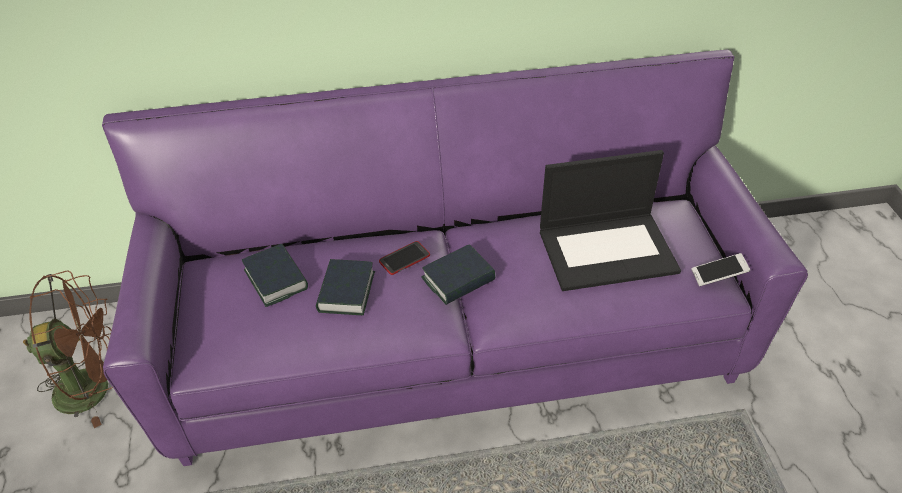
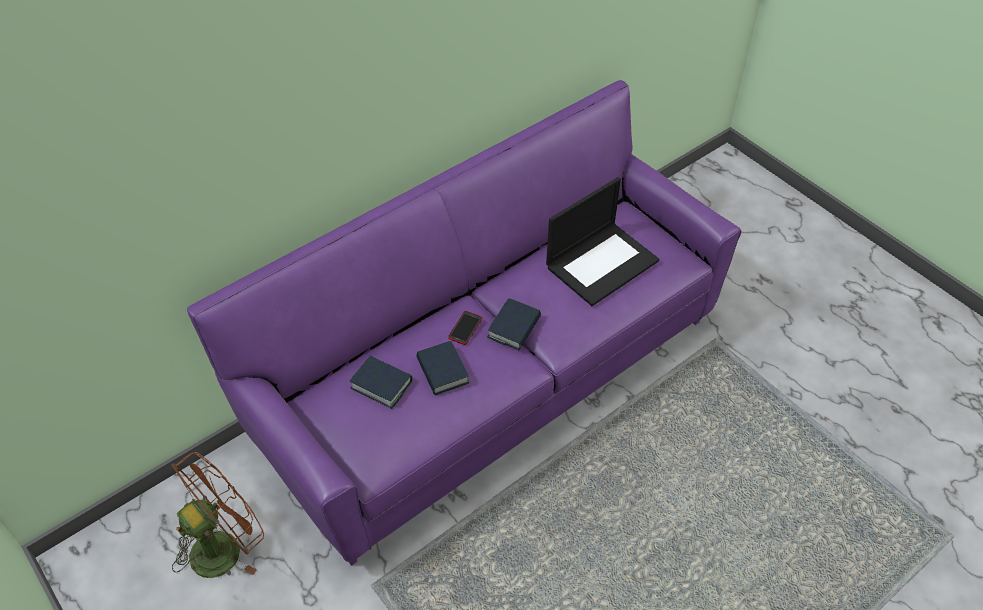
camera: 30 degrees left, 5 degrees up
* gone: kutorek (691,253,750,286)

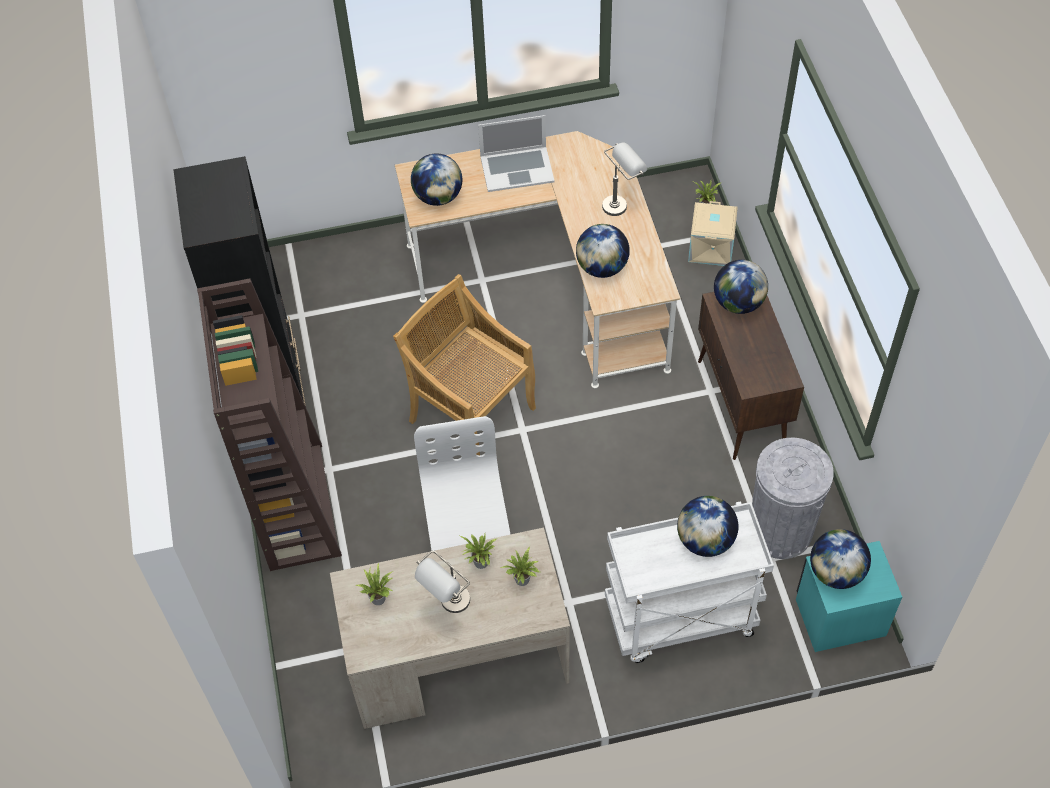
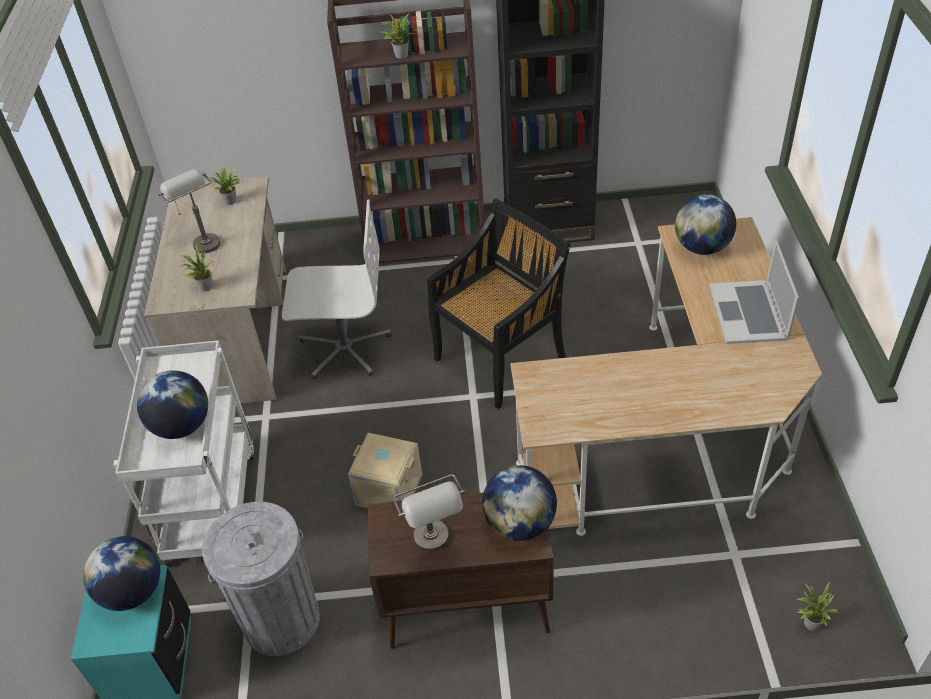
camera: 100 degrees right, 10 degrees down
* shifted: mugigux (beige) (688,201,738,266) to (348,433,422,508)
* shifted: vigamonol (460,534,496,569) to (380,14,413,59)
* shifted: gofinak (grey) (602,142,647,216) to (393,474,465,552)
* repainted: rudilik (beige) (393,274,536,455) to rudilik (black) (427,198,571,409)
* gone: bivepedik (576,224,630,278)

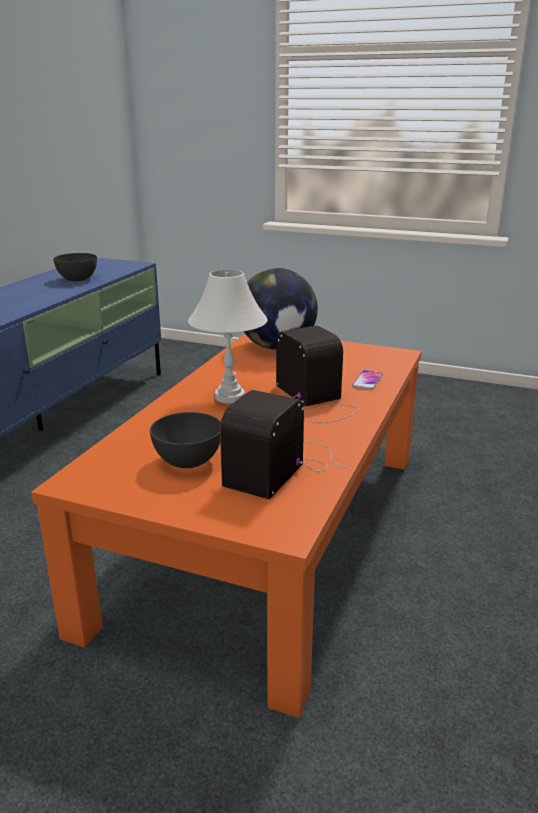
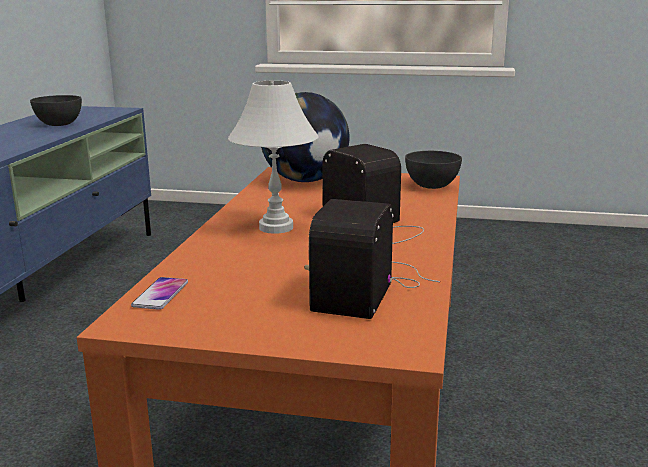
camera: 10 degrees left, 5 degrees down
* shifted: kutorek (352,370,383,390) to (131,277,188,310)
* shifted: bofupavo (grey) (150,412,221,468) to (405,151,462,189)

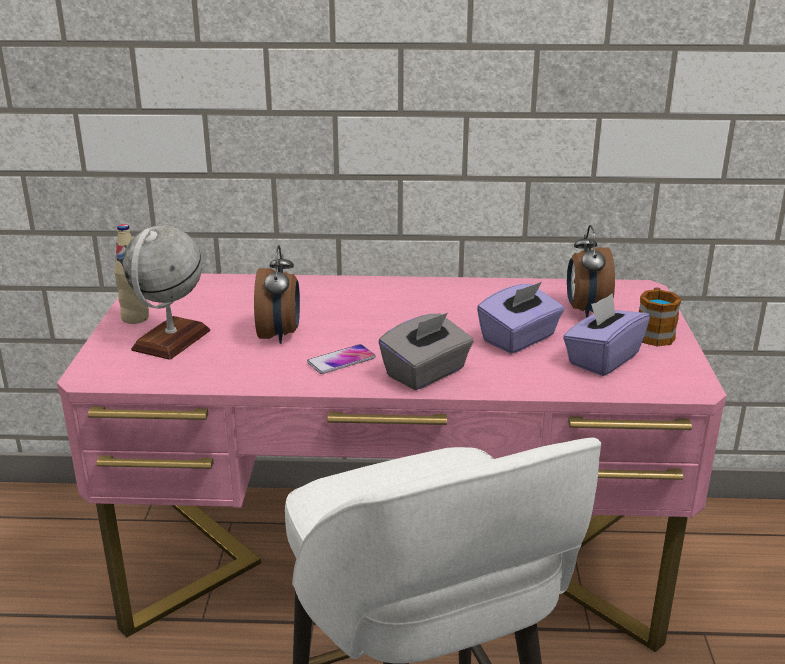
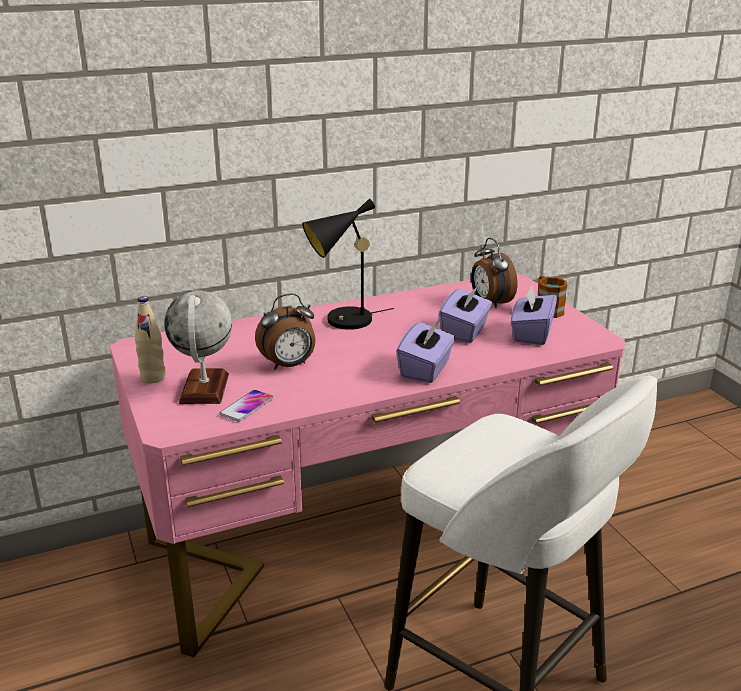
camera: 25 degrees left, 0 degrees up
* shifted: kutorek (307,344,376,374) to (219,390,274,422)
* rotated: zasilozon (254,245,300,344) = (255,294,316,370) 90 degrees clockwise
* new: gofinak (black) (302,199,394,330)
* repainted: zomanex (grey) (378,313,474,390) to zomanex (purple) (396,319,455,383)

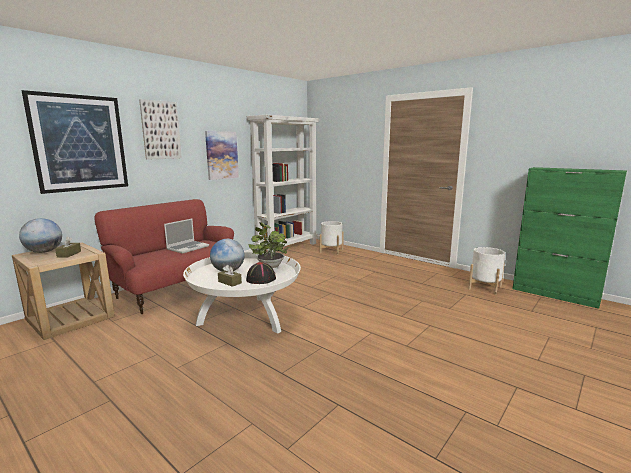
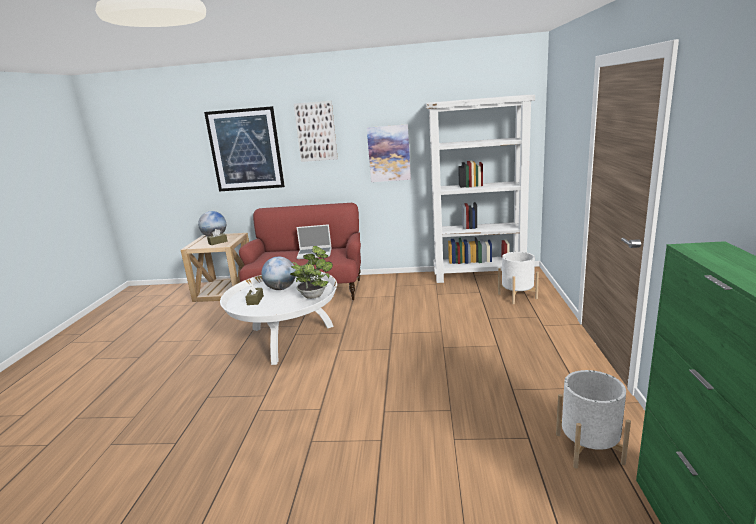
camera: 55 degrees right, 5 degrees up
* gone: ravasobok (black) (246,262,276,284)

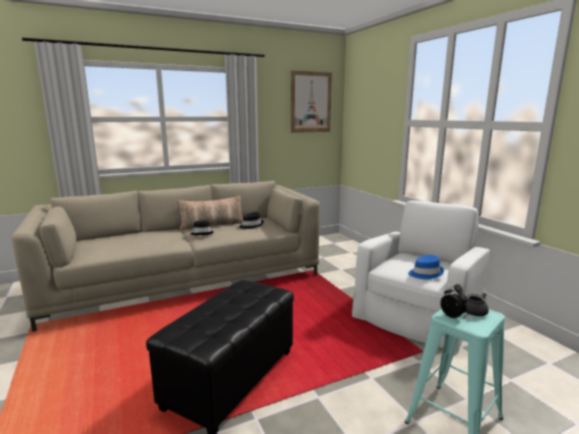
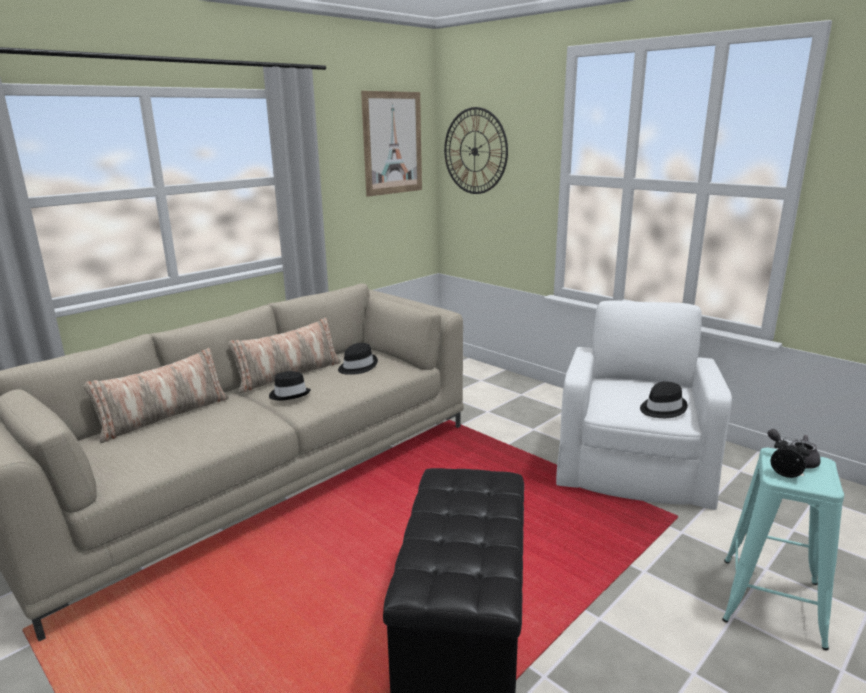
camera: 20 degrees left, 5 degrees up
* new: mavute (84,348,229,443)
* new: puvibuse (444,107,508,194)
* repainted: ravasobok (blue) (408,255,444,279) to ravasobok (black) (640,381,688,418)

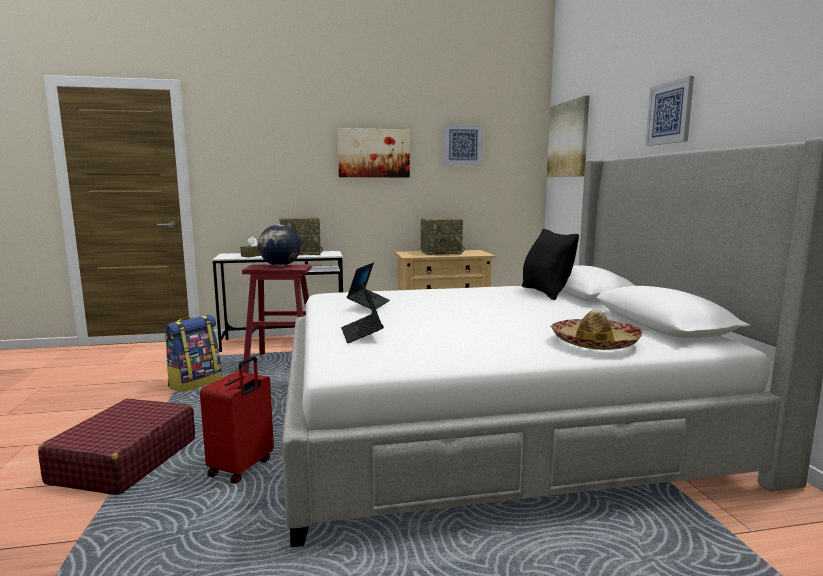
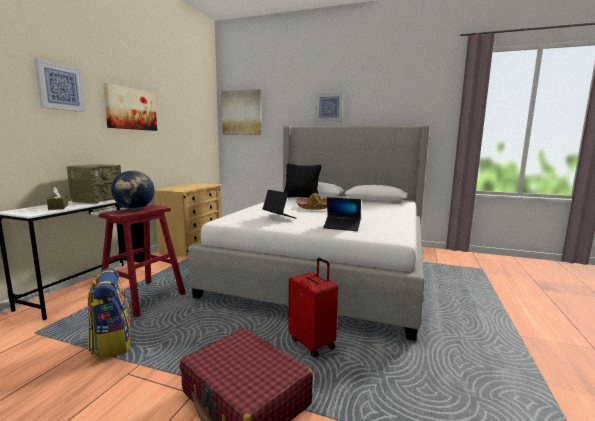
camera: 60 degrees left, 0 degrees up
* shifted: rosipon (443,123,483,165) to (34,59,86,112)
* shifted: ravasobok (550,310,643,350) to (296,193,327,210)
* gone: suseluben (421,218,465,255)

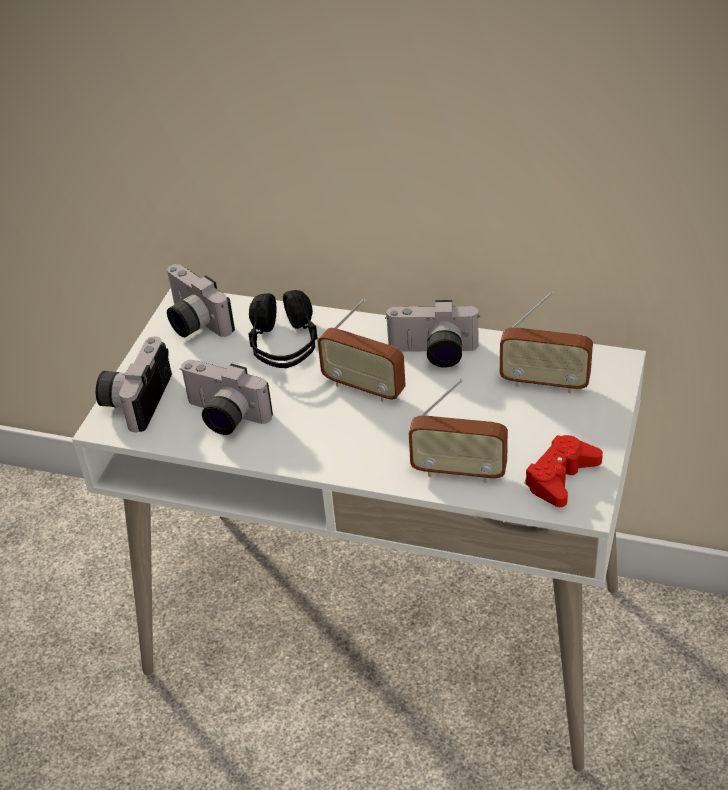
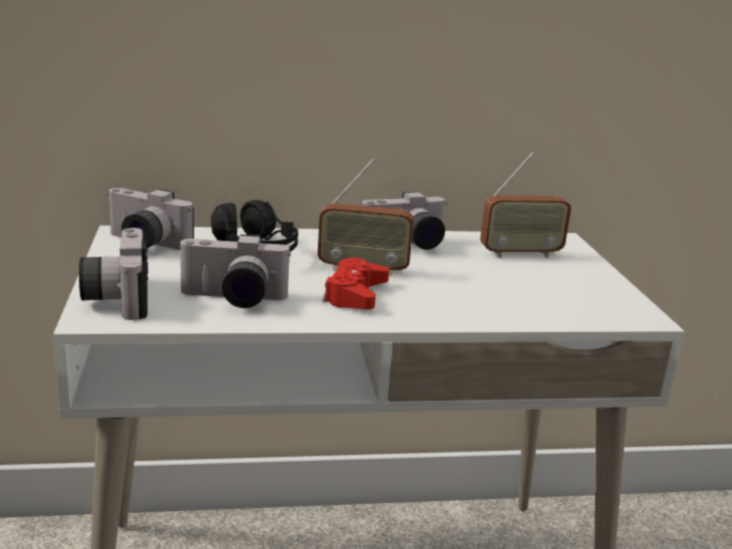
camera: 30 degrees left, 20 degrees down
* shifted: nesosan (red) (525,435,603,507) to (323,258,389,309)
* gone: suseluben (409,379,508,483)

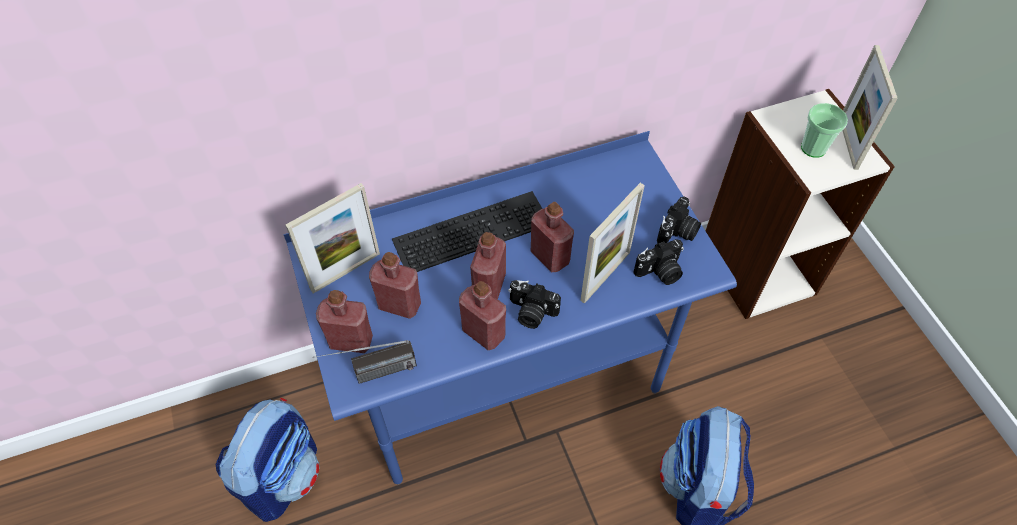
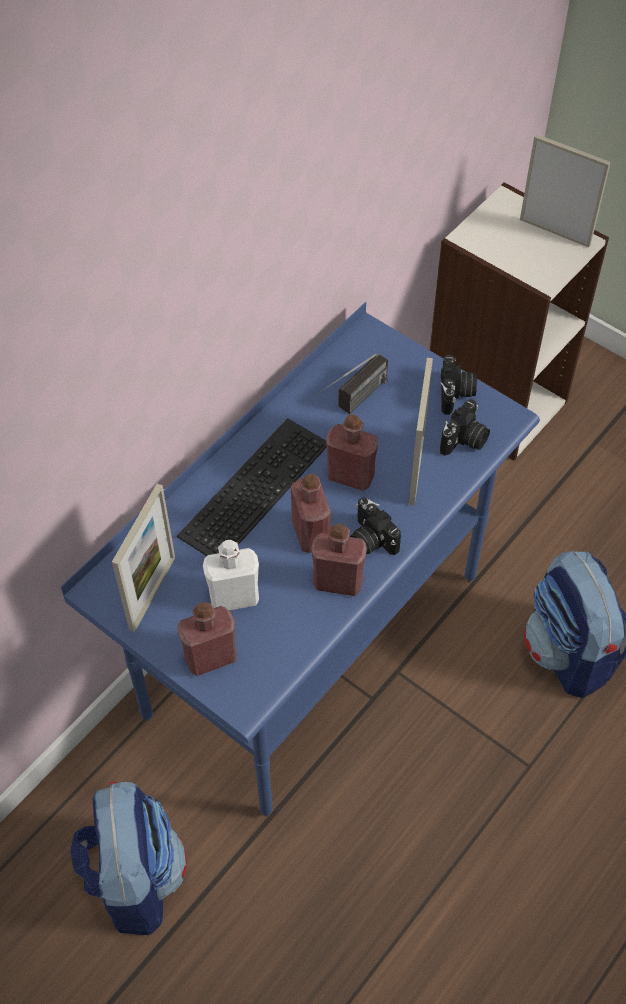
camera: 30 degrees left, 0 degrees up
* repainted: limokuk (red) (369,252,421,319) to limokuk (white) (203,540,259,610)
* shifted: suseluben (313,340,417,384) to (318,353,388,414)
* rotated: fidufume (508,280,561,329) = (350,497,401,555) 60 degrees clockwise
* rotated: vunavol (842,45,898,170) = (520,134,611,247) 150 degrees clockwise
* gone: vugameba (801,103,848,158)

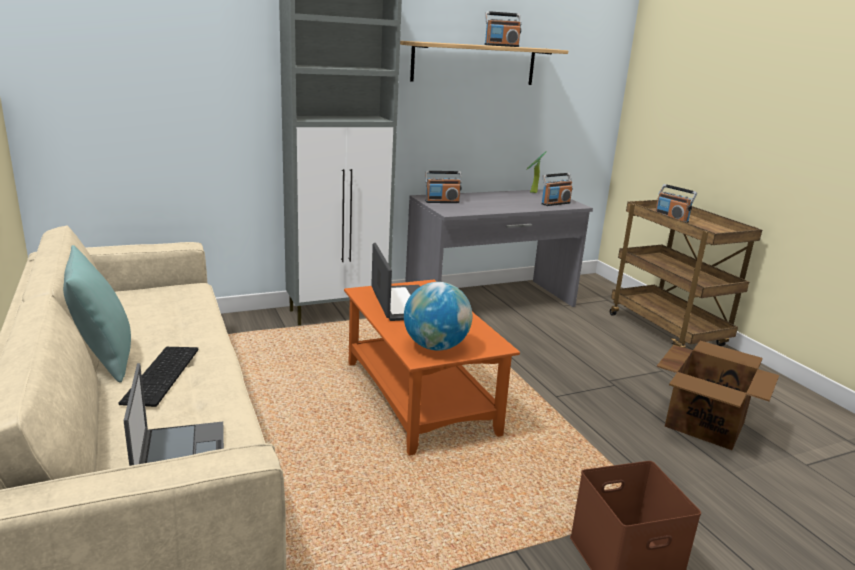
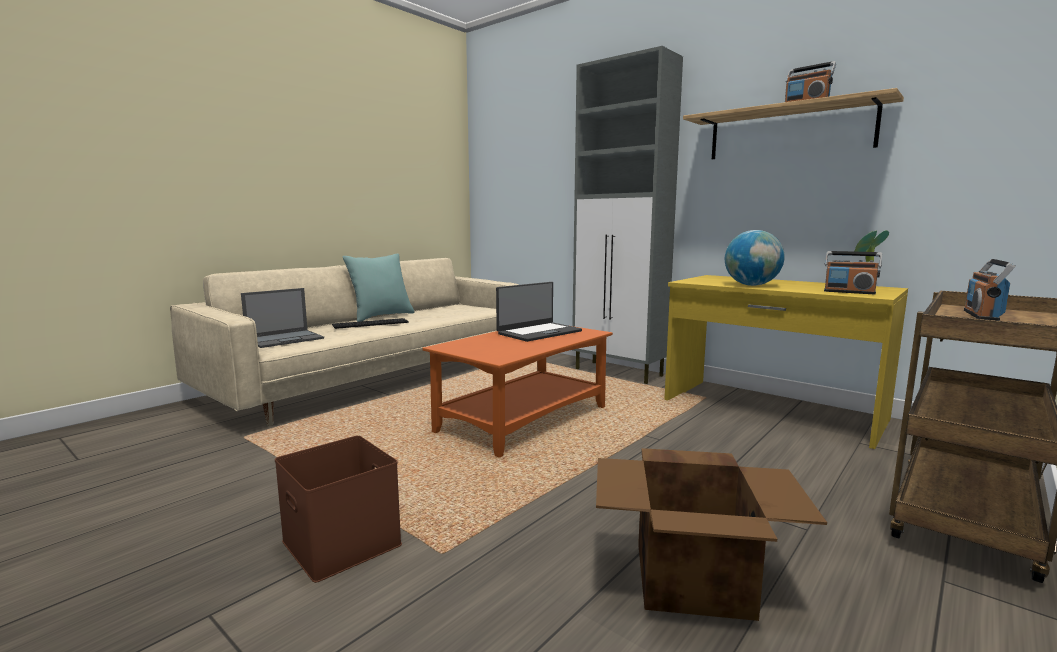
camera: 65 degrees right, 10 degrees down
* repainted: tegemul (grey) (405,189,593,307) to tegemul (yellow) (664,275,908,449)
* shifted: bivepedik (404,282,472,351) to (725,230,785,286)
* gone: suseluben (425,171,462,203)

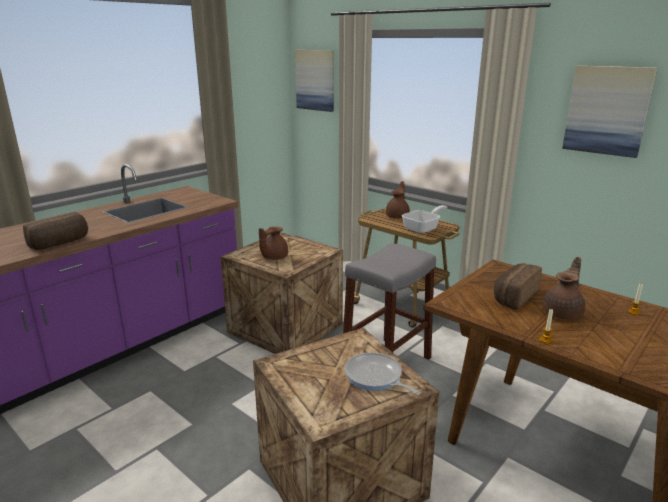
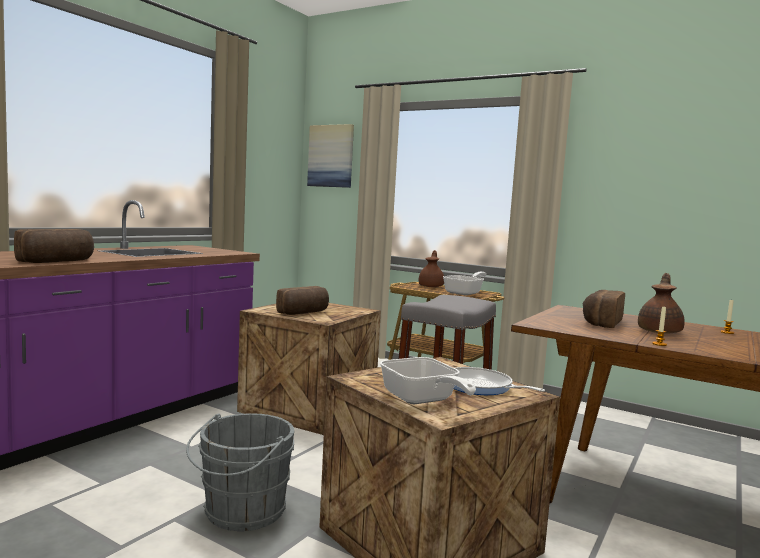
camera: 10 degrees left, 15 degrees down
* new: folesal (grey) (186,413,294,531)
* swapped: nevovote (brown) (259,227,288,260) to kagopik (276,286,329,315)
* new: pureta (380,357,476,404)
* gone: rosipon (562,65,657,158)

